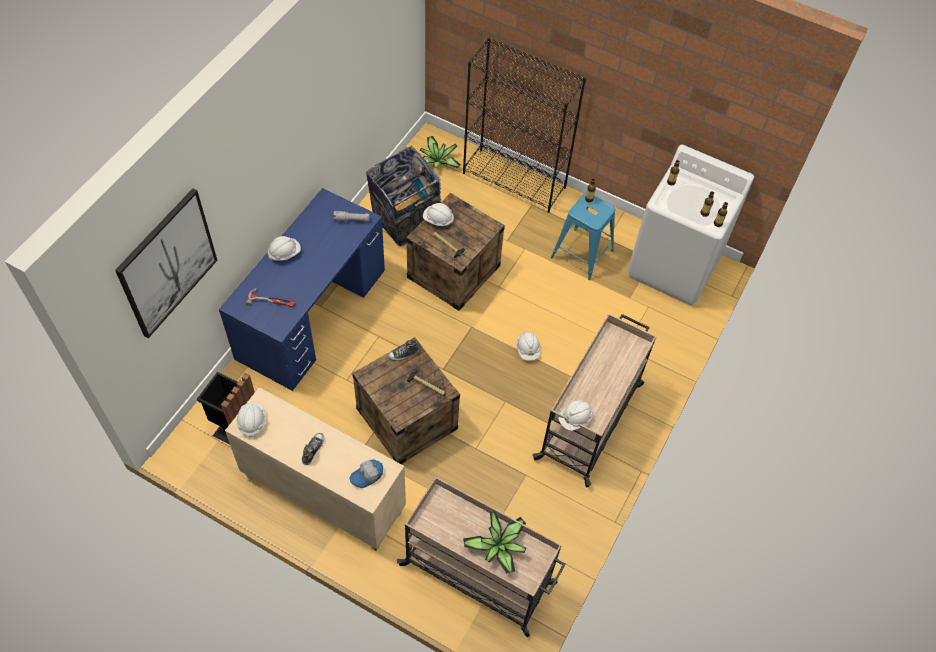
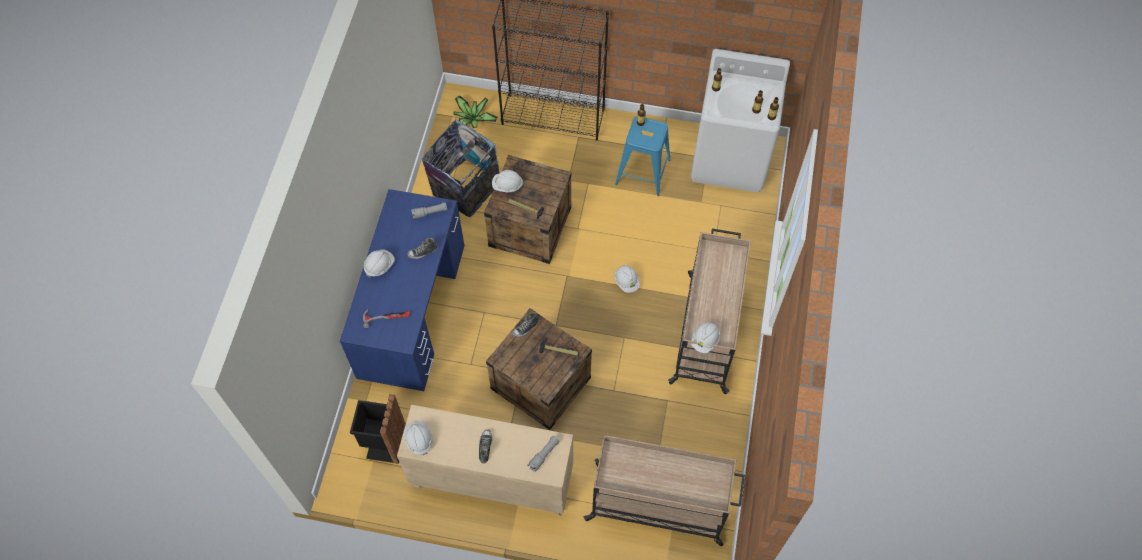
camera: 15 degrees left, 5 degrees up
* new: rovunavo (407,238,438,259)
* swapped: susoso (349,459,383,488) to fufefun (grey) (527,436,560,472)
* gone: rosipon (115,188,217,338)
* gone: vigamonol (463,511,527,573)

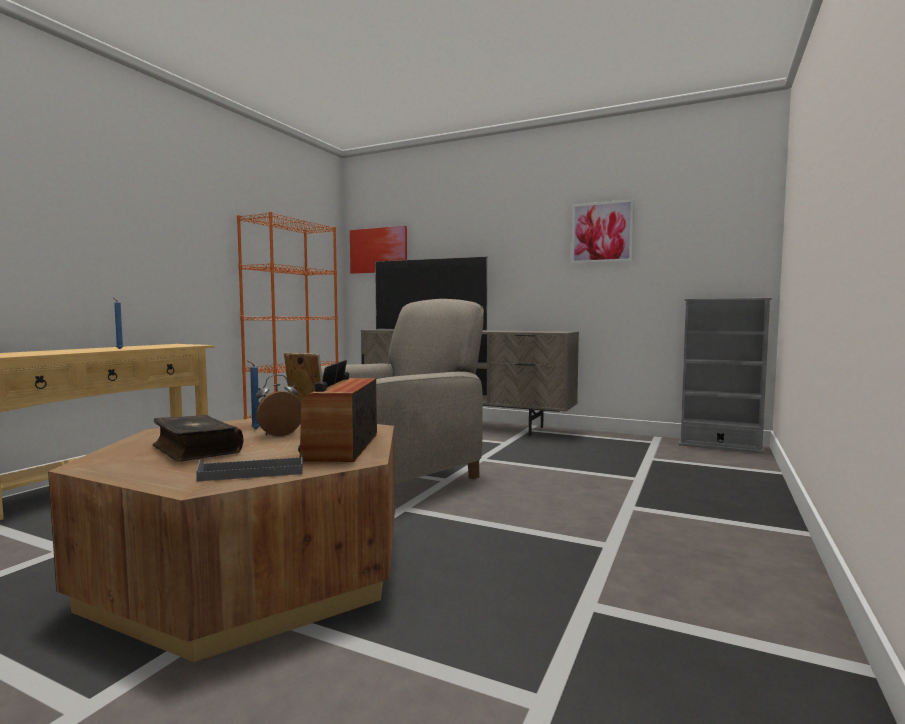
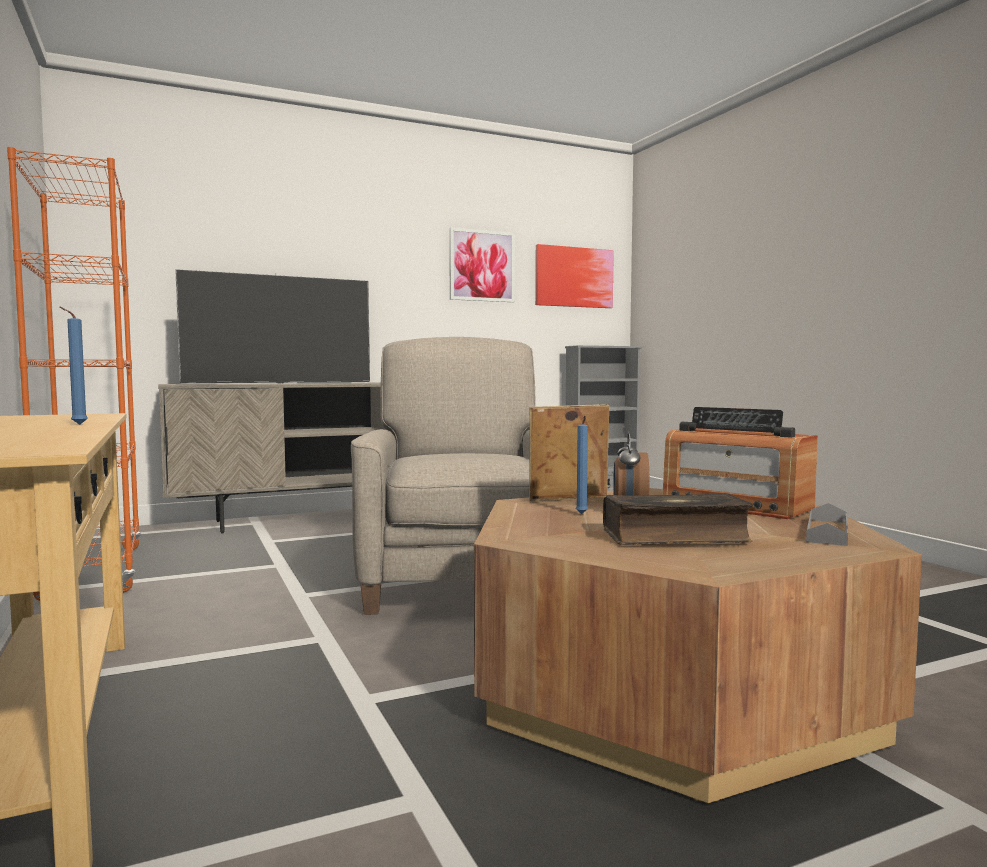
camera: 50 degrees left, 0 degrees up
* shifted: rosipon (350,226,407,274) to (535,244,614,308)

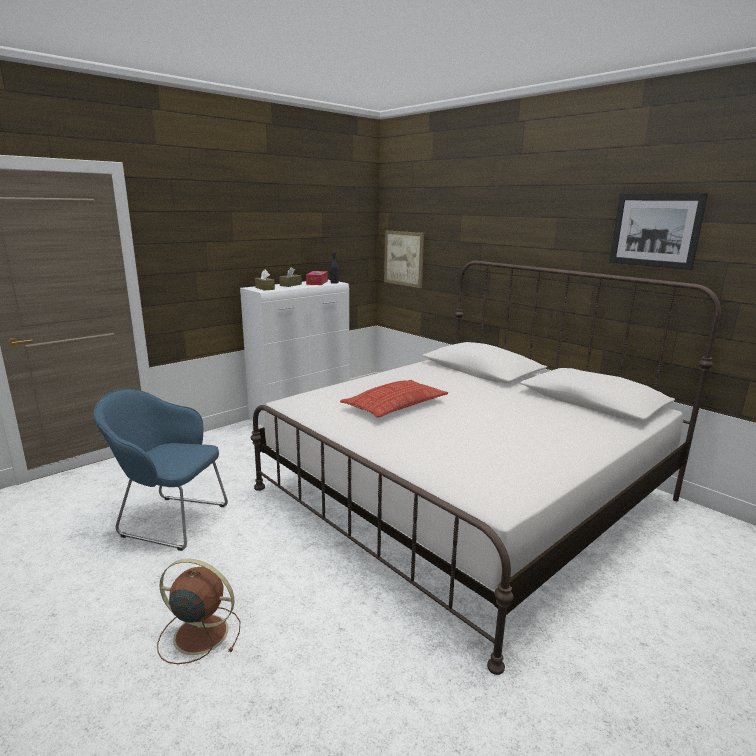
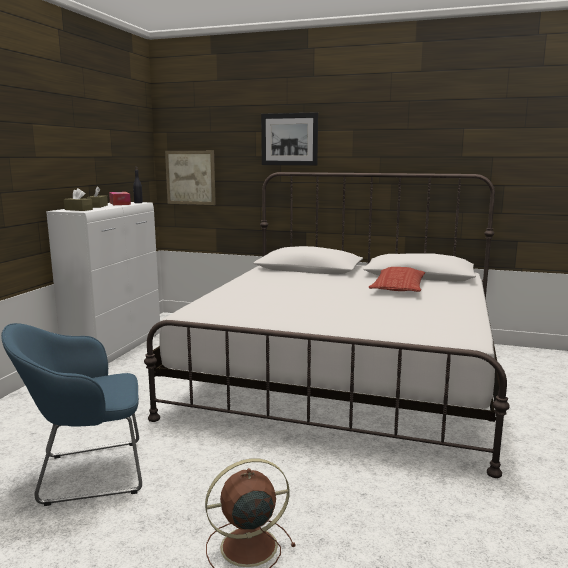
camera: 30 degrees left, 5 degrees down
* shifted: rosipon (609,193,708,270) to (261,112,318,165)
* shifted: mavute (340,380,448,418) to (369,267,425,292)

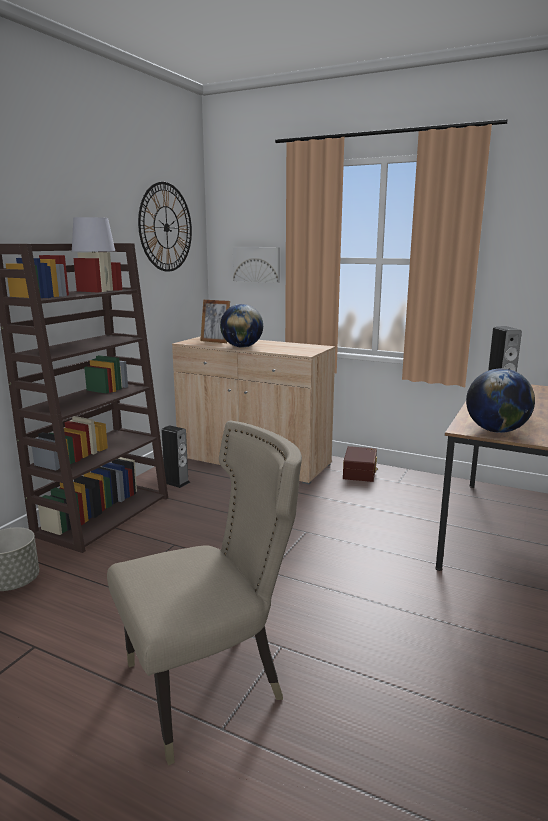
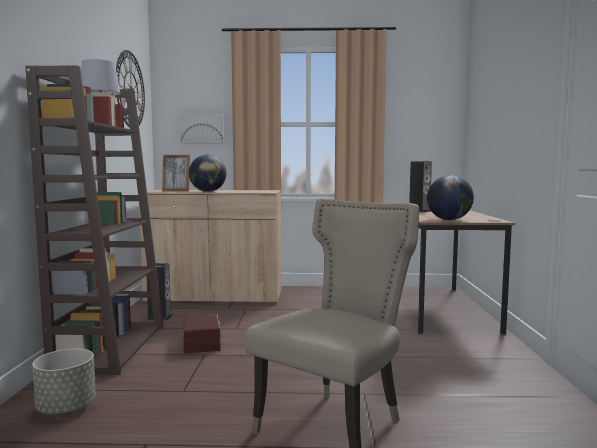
camera: 25 degrees left, 10 degrees down
* shifted: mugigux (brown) (343,446,378,482) to (183,314,222,354)

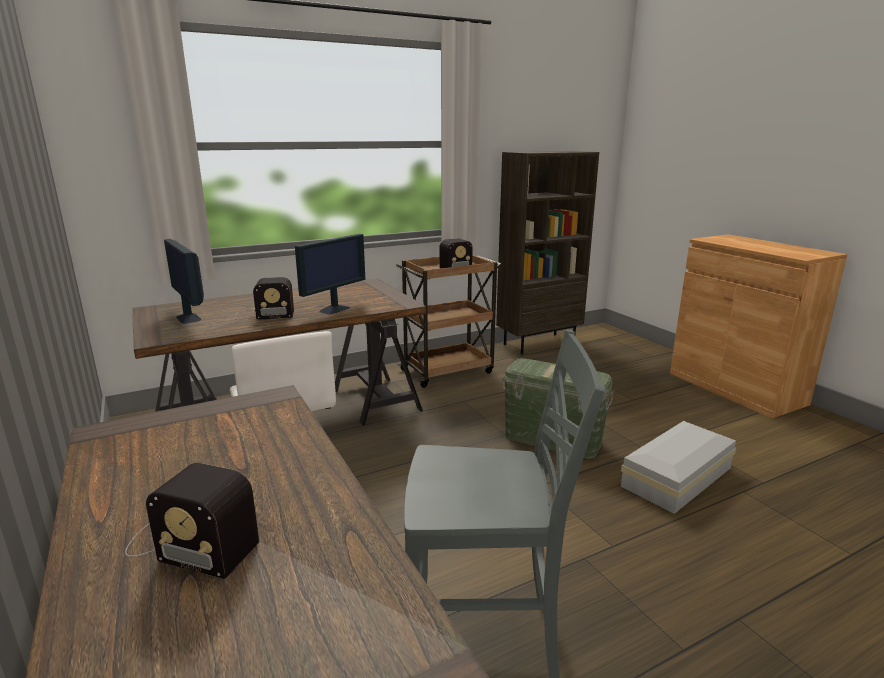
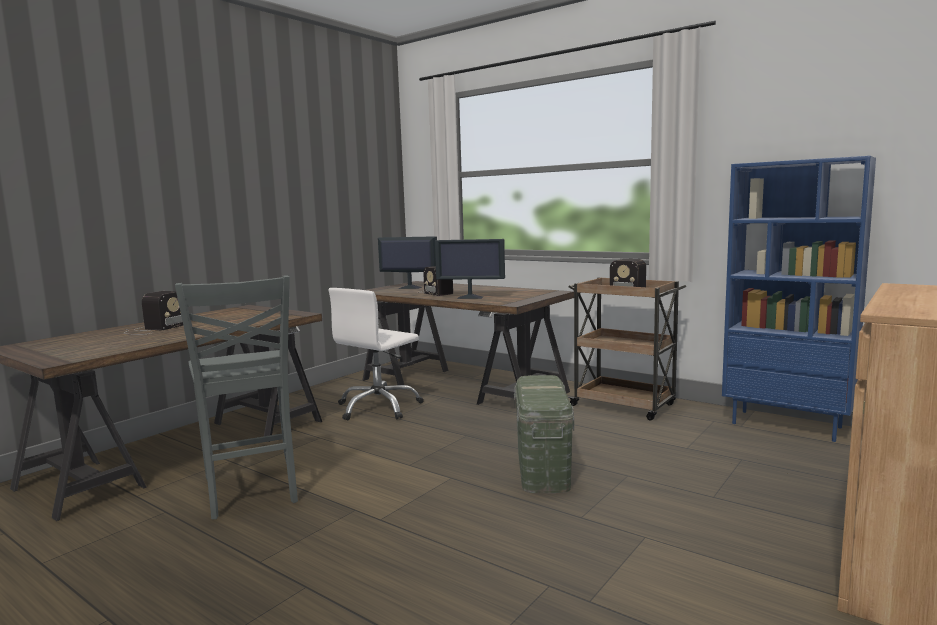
camera: 65 degrees right, 10 degrees down
* rotated: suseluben (125,463,259,579) = (124,291,183,335) 150 degrees counterclockwise
* rotated: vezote (164,239,204,324) = (378,236,437,289) 75 degrees clockwise
* repainted: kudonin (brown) (496,151,599,355) to kudonin (blue) (722,156,876,442)
* gone: mugigux (white) (621,421,736,514)

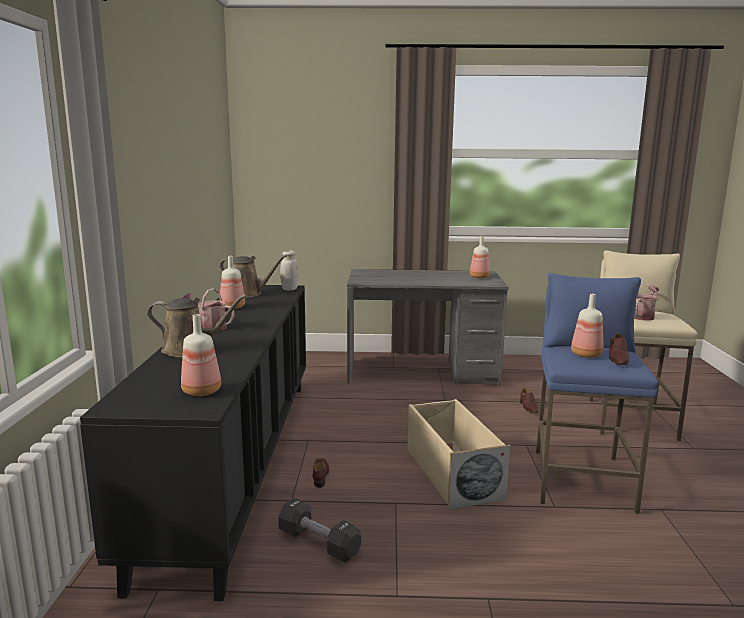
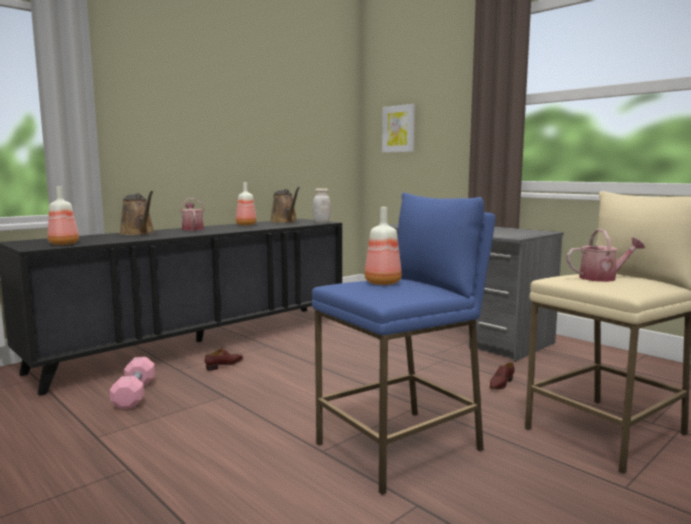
camera: 45 degrees right, 5 degrees down
* repainted: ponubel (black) (278,498,361,563) to ponubel (pink) (110,357,155,409)
* new: rosipon (382,104,415,153)
* gone: mugigux (beige) (408,399,511,510)
* gone: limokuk (470,236,490,278)
* gone: rovunavo (brown) (609,334,629,365)

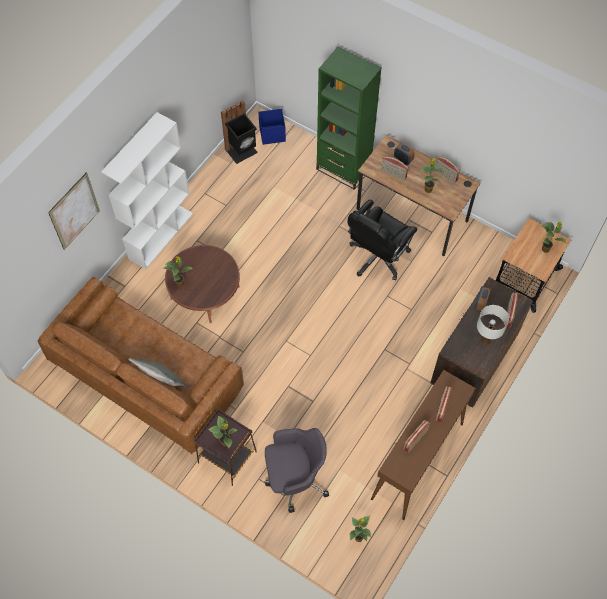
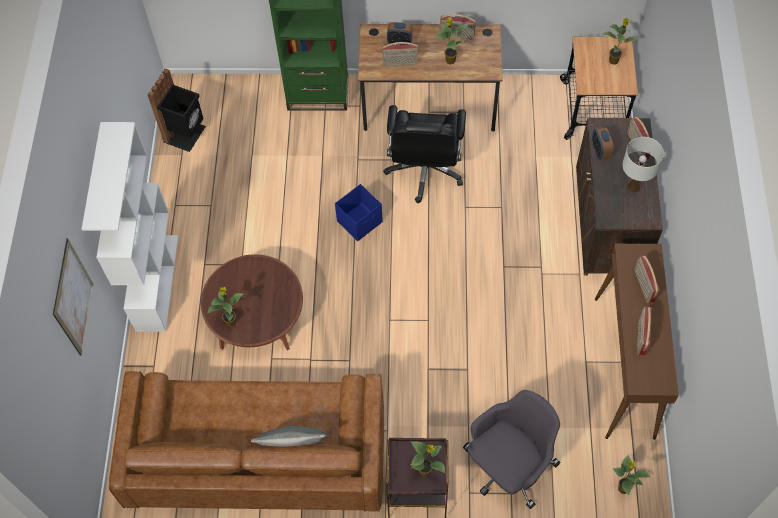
camera: 30 degrees left, 0 degrees up
* shifted: mugigux (blue) (258,109,286,145) to (335,184,383,241)

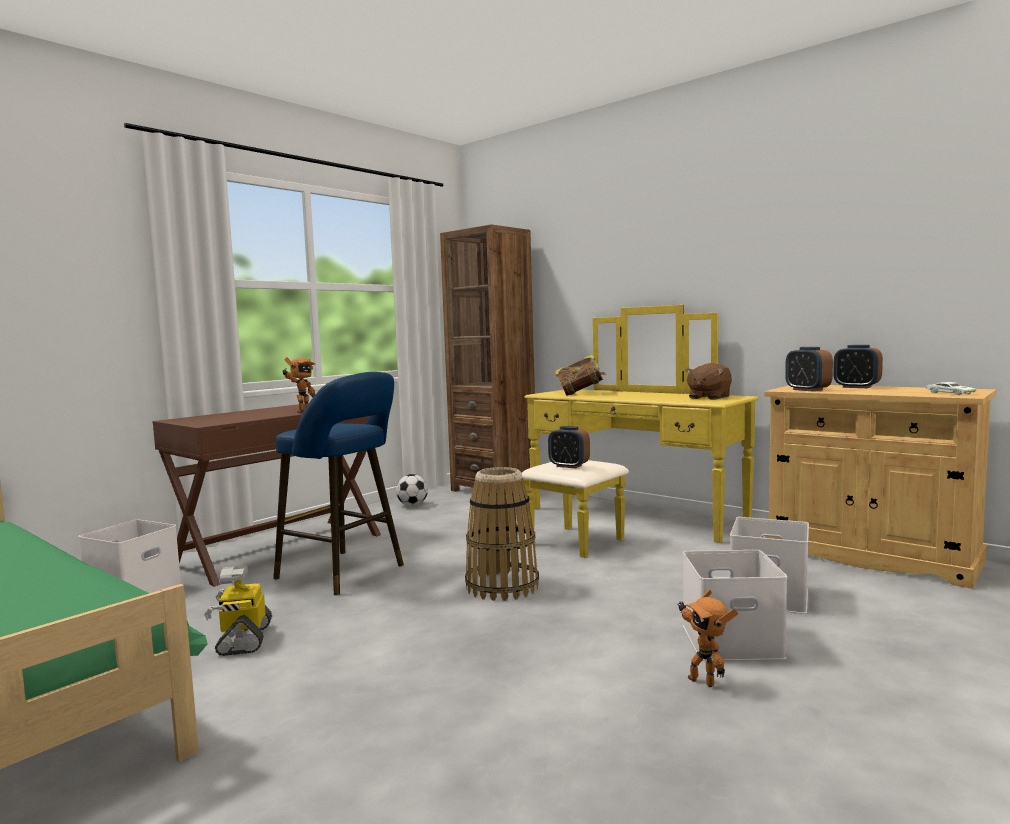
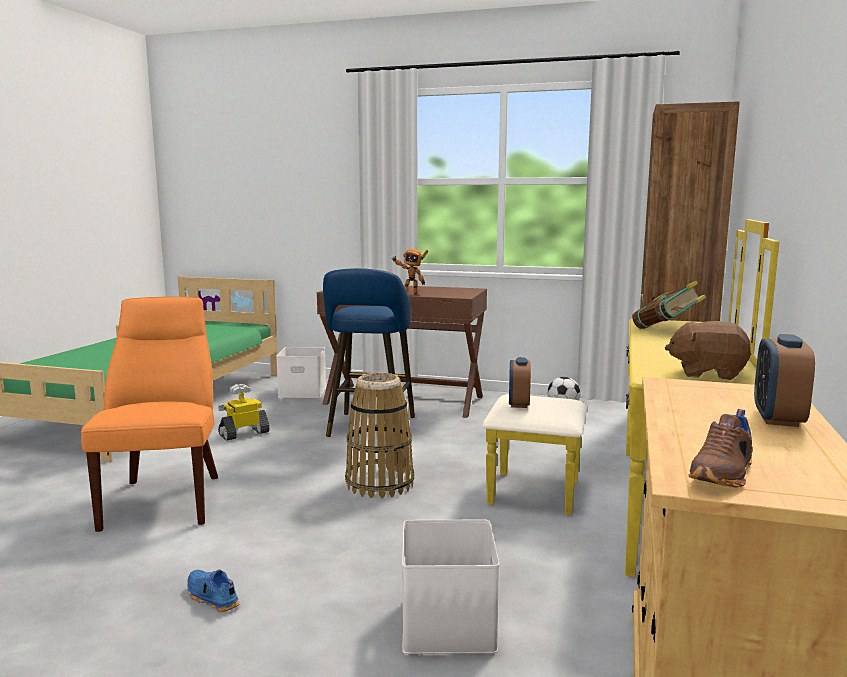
camera: 65 degrees right, 5 degrees up
* new: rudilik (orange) (81,297,218,532)
* swapped: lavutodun (677,589,738,687) to rovunavo (blue) (187,569,240,612)
* swapped: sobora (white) (926,382,977,395) to rovunavo (brown) (688,409,753,488)
* gone: mugigux (white) (683,550,787,661)
* gone: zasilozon (785,347,833,391)

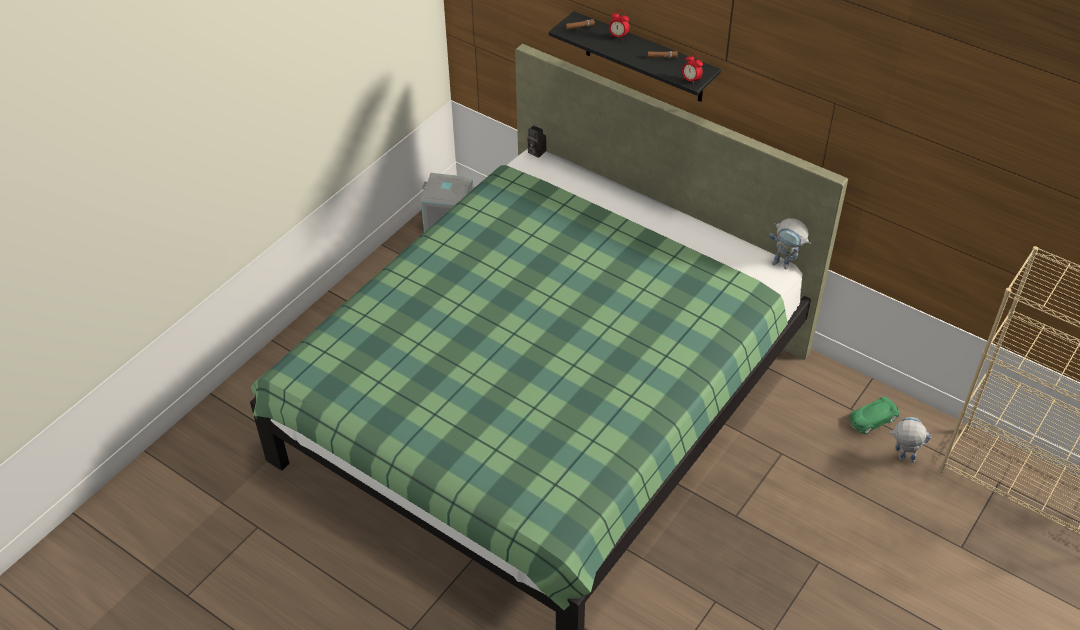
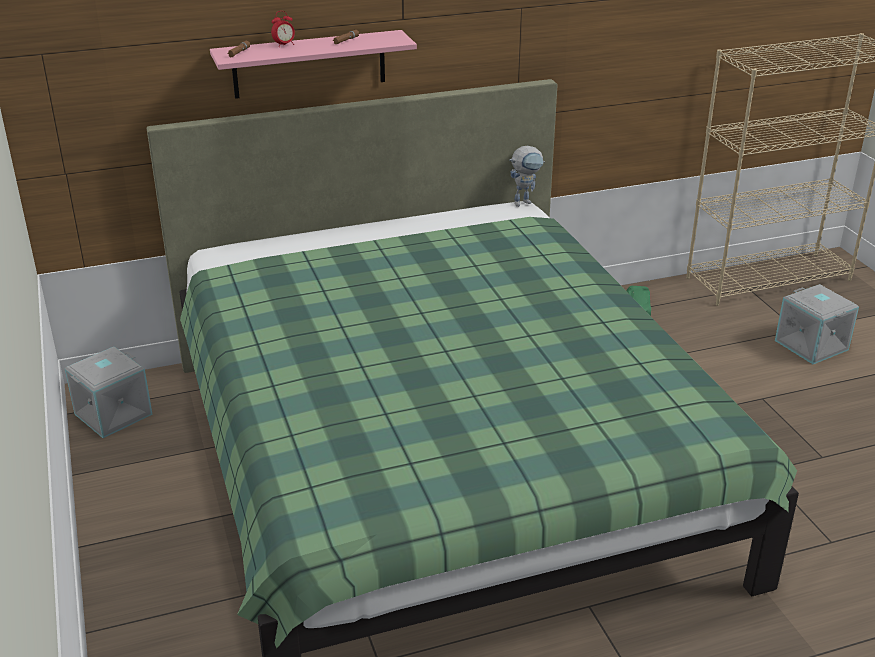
camera: 55 degrees left, 15 degrees down
* repainted: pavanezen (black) (549,11,721,102) to pavanezen (pink) (210,30,417,99)
* new: mugigux (grey) (775,284,859,364)
* gone: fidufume (527,125,546,158)
* gone: zasilozon (682,53,703,86)
* gone: lavutodun (889,417,932,463)

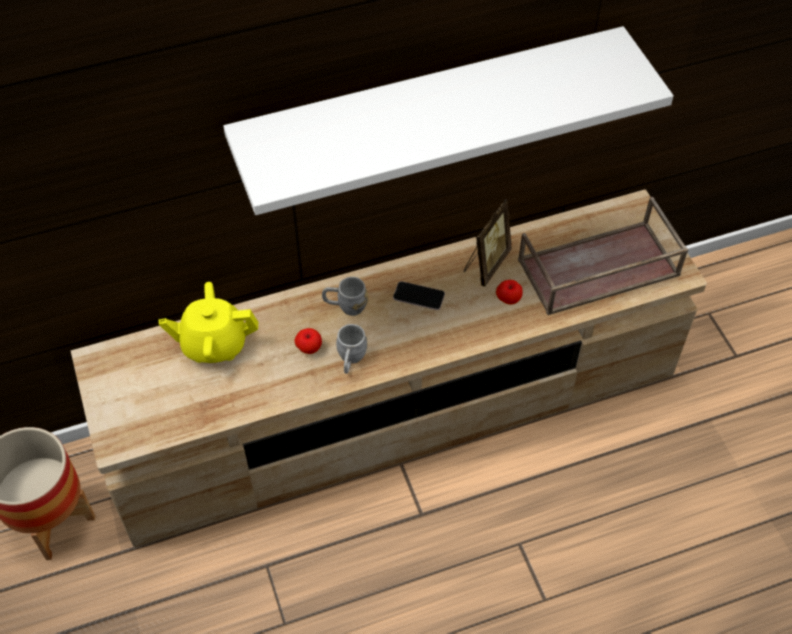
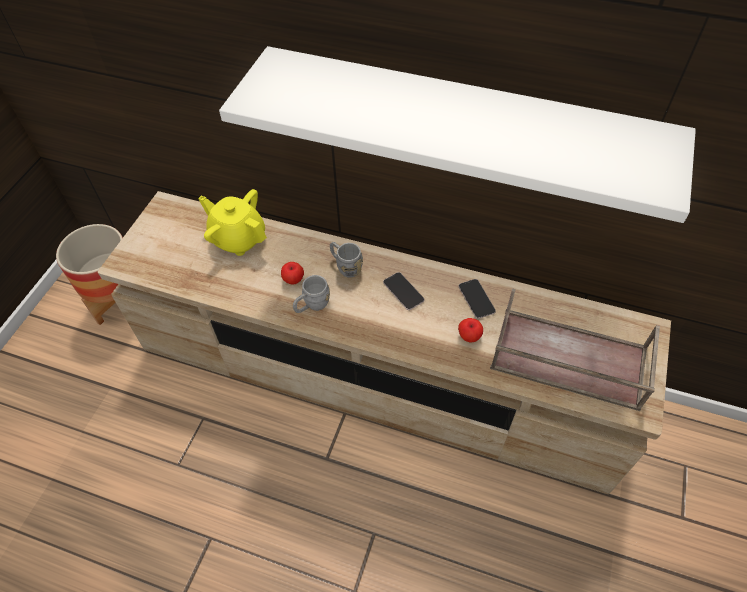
camera: 40 degrees right, 0 degrees up
* swapped: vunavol (464,199,512,287) to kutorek (458,279,496,319)

